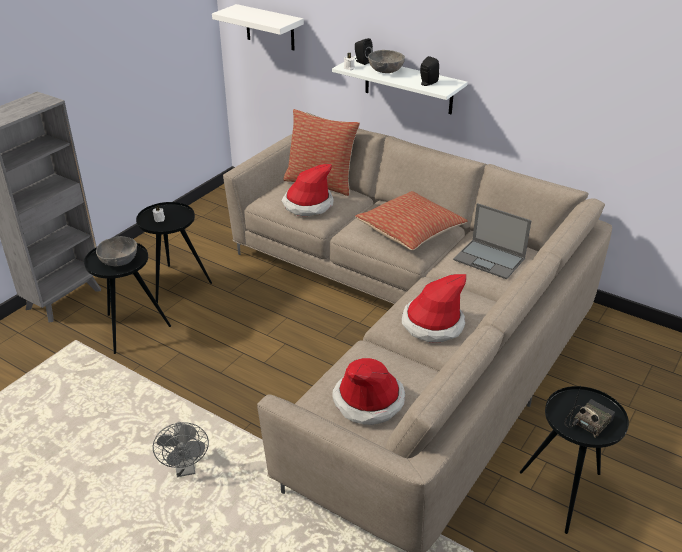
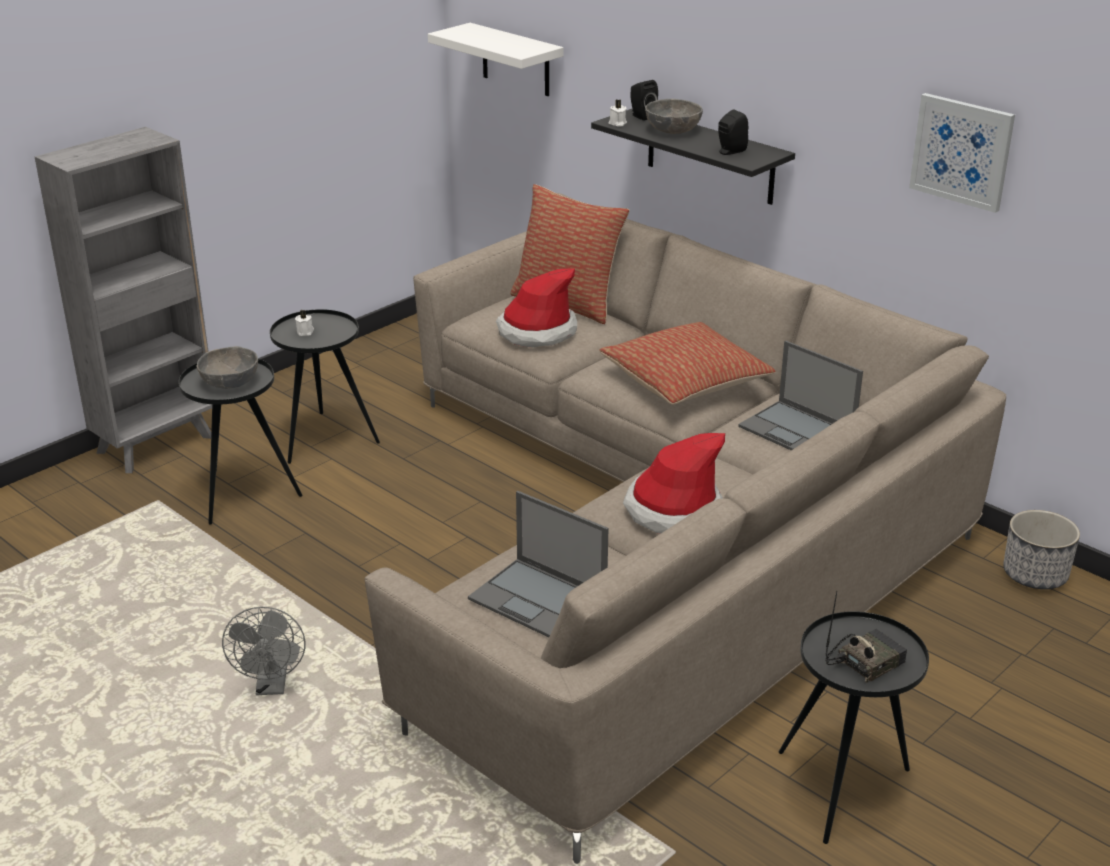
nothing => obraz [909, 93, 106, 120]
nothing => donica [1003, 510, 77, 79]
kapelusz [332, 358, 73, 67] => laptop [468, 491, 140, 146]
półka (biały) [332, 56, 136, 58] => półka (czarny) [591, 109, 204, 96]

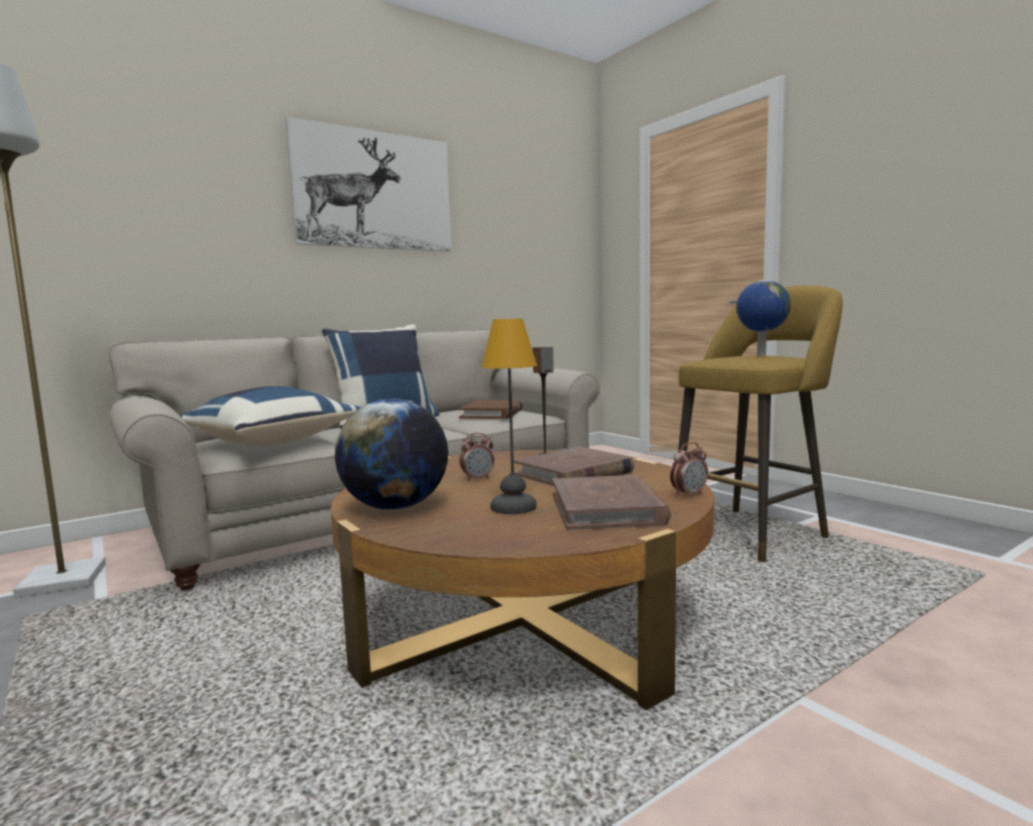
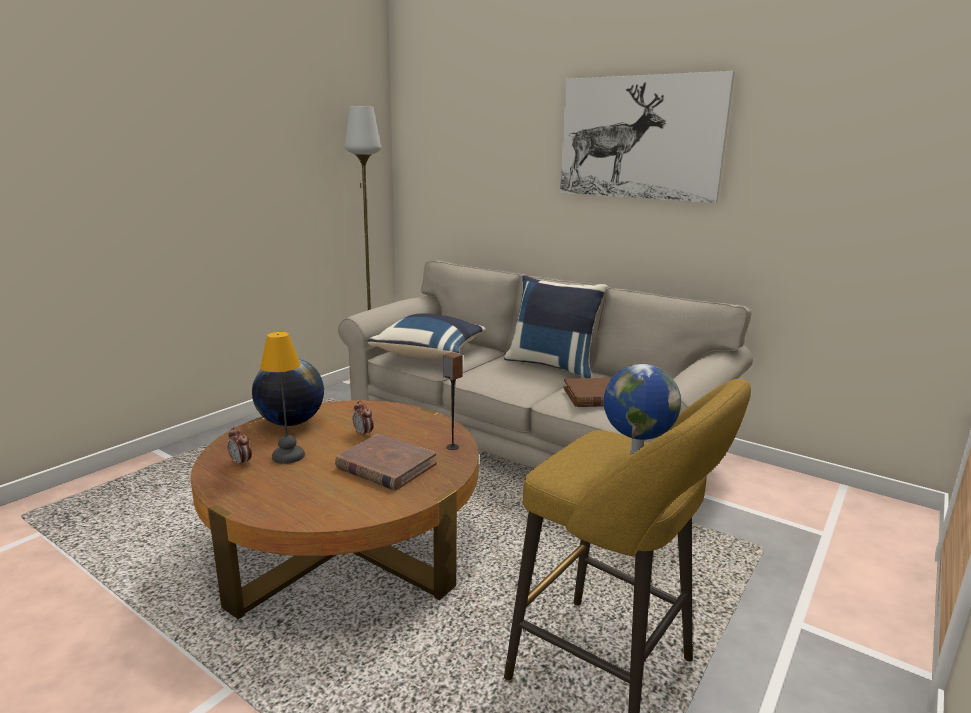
książka (brązowy) [553, 475, 118, 55] => nothing
budzik [670, 442, 38, 56] => budzik [227, 427, 25, 40], move

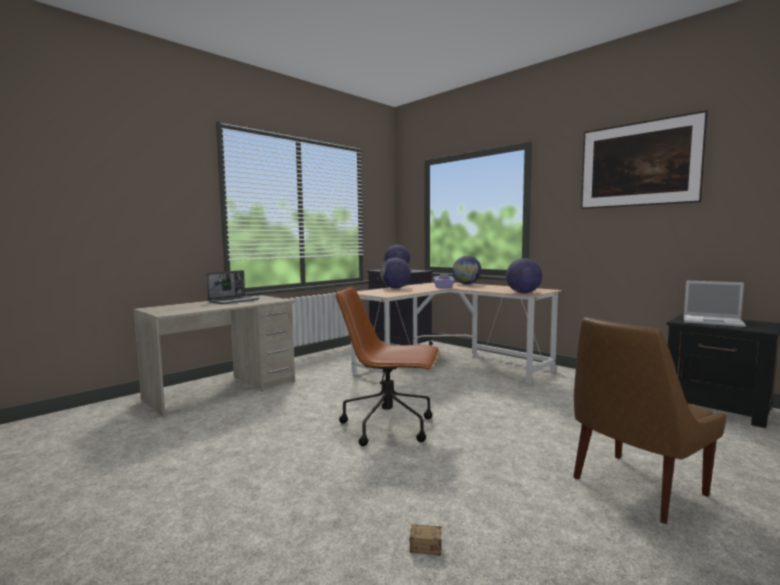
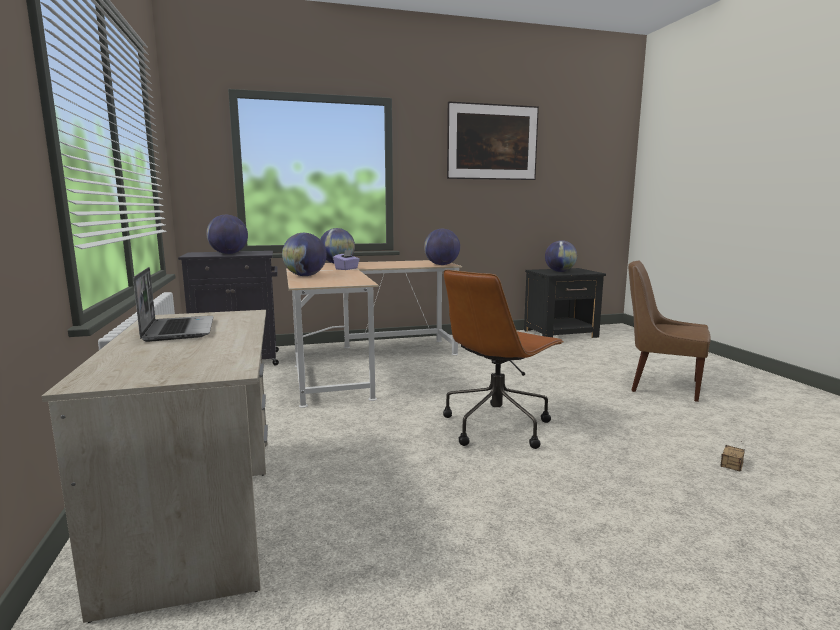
laptop [684, 281, 62, 46] => globus [545, 240, 32, 32]
krzesło (brązowy) [573, 317, 154, 207] => krzesło (brązowy) [628, 261, 83, 141], 120 degrees clockwise

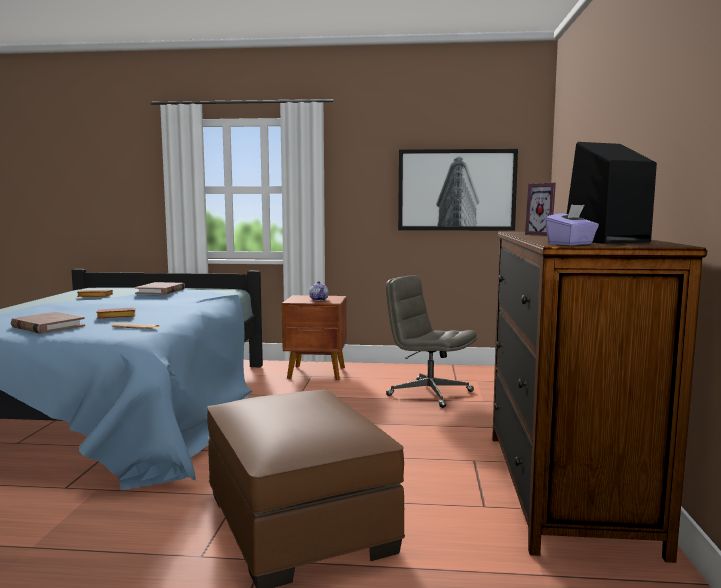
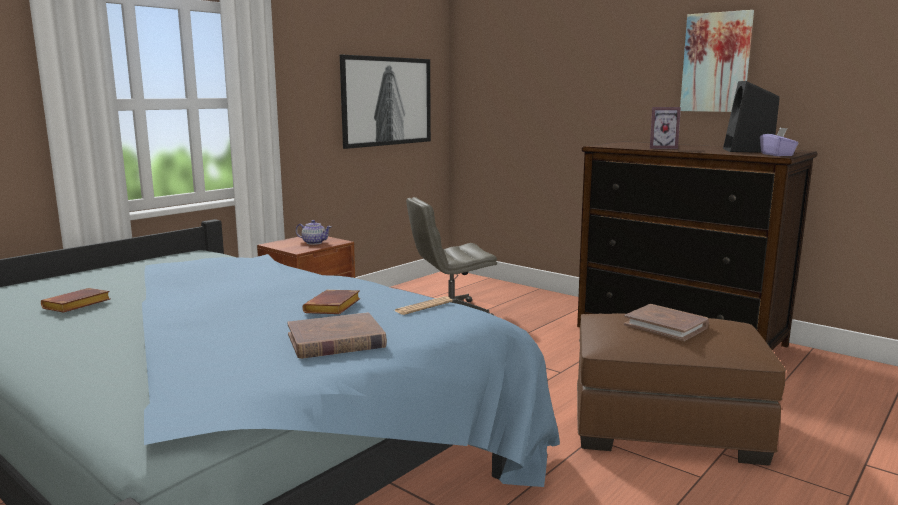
nothing => obraz [680, 10, 74, 102]
książka (brązowy) [135, 282, 50, 13] => książka (brązowy) [624, 304, 85, 37], move

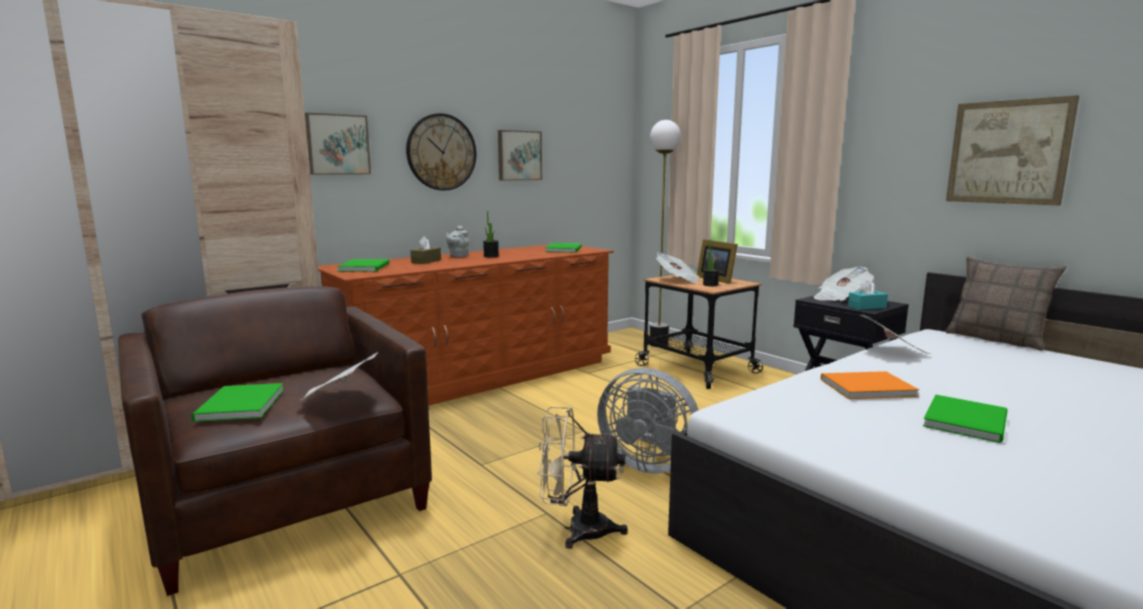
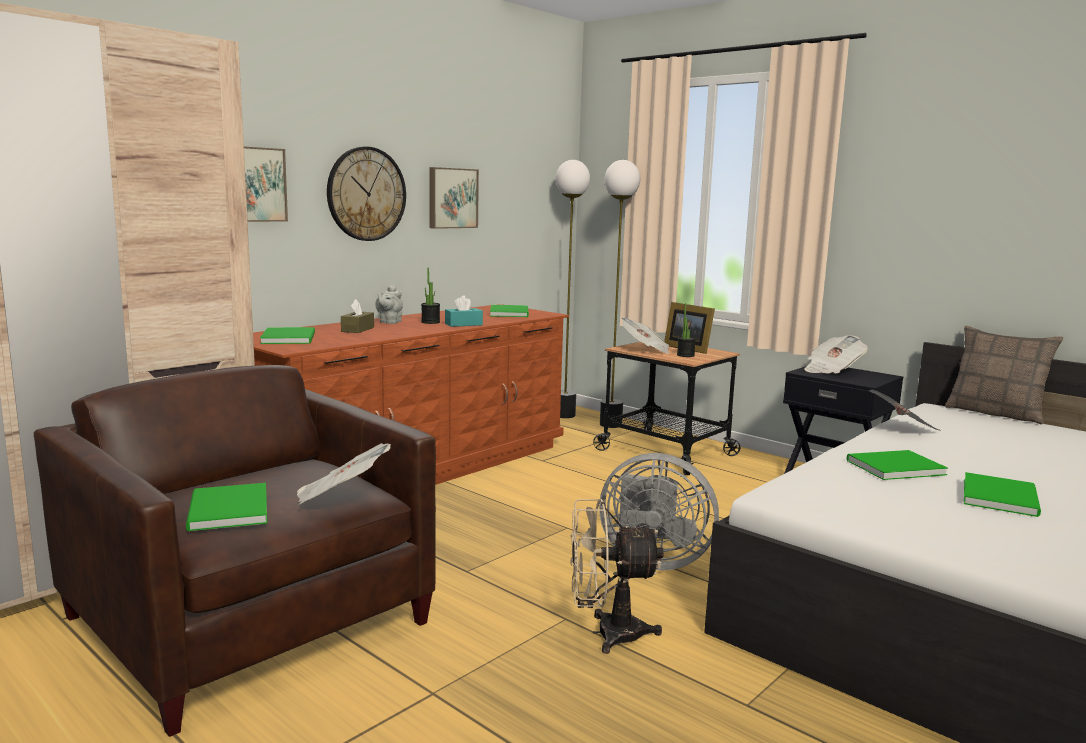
obraz [946, 95, 133, 110] => nothing
nothing => lampa stojąca [556, 160, 34, 258]
pudełko chusteczek (turkusowy) [848, 279, 40, 31] => pudełko chusteczek (turkusowy) [445, 295, 38, 32], move
książka (pomarańczowy) [821, 371, 98, 28] => książka (zielony) [847, 450, 101, 30]

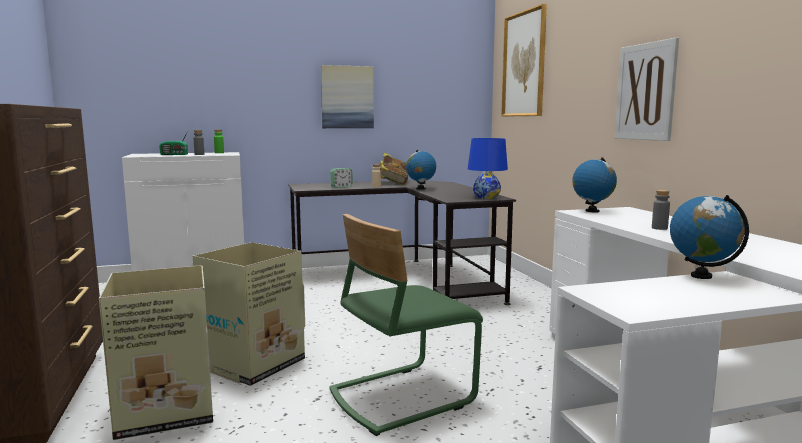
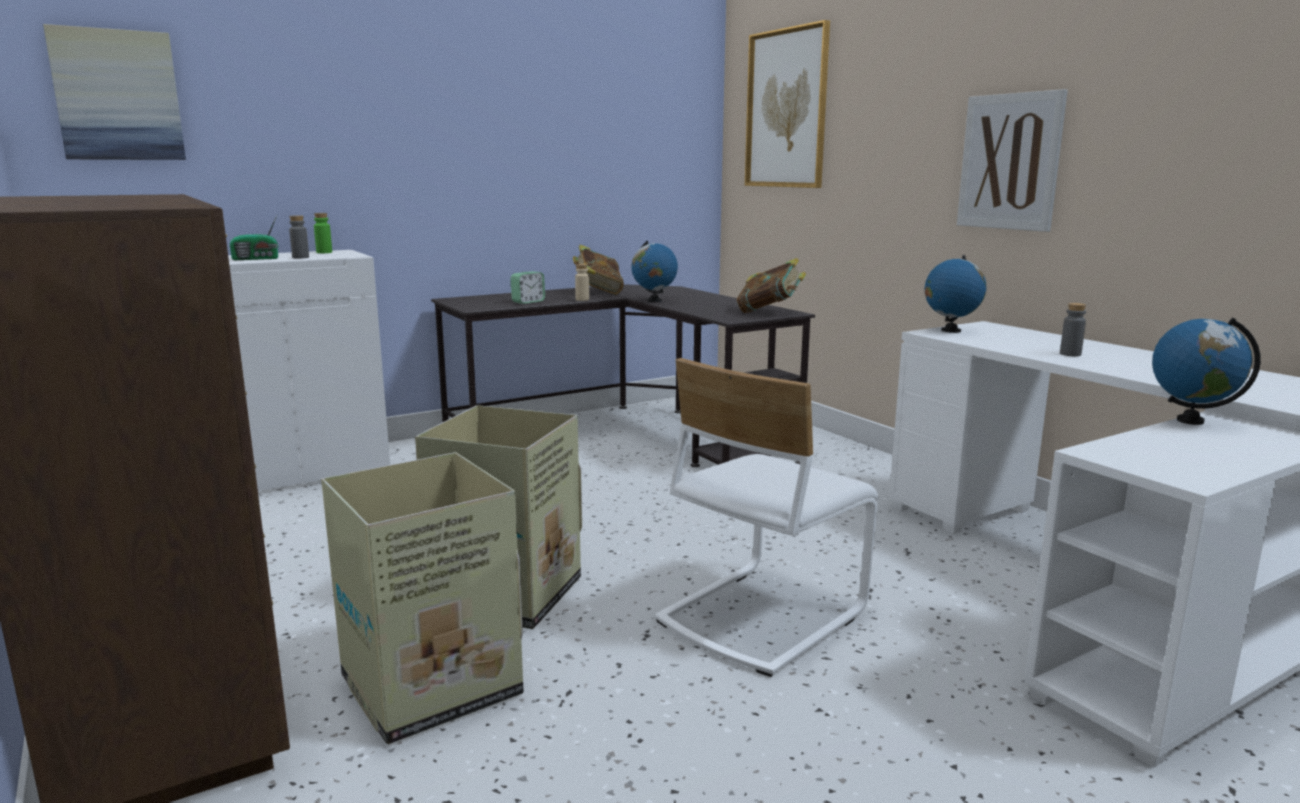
obraz [321, 65, 53, 63] => obraz [43, 24, 143, 136], move
lampa stołowa (niebieski) [468, 138, 40, 61] => książka [737, 258, 69, 55]
krzesło (zielony) [329, 214, 154, 222] => krzesło (biały) [655, 358, 224, 319]

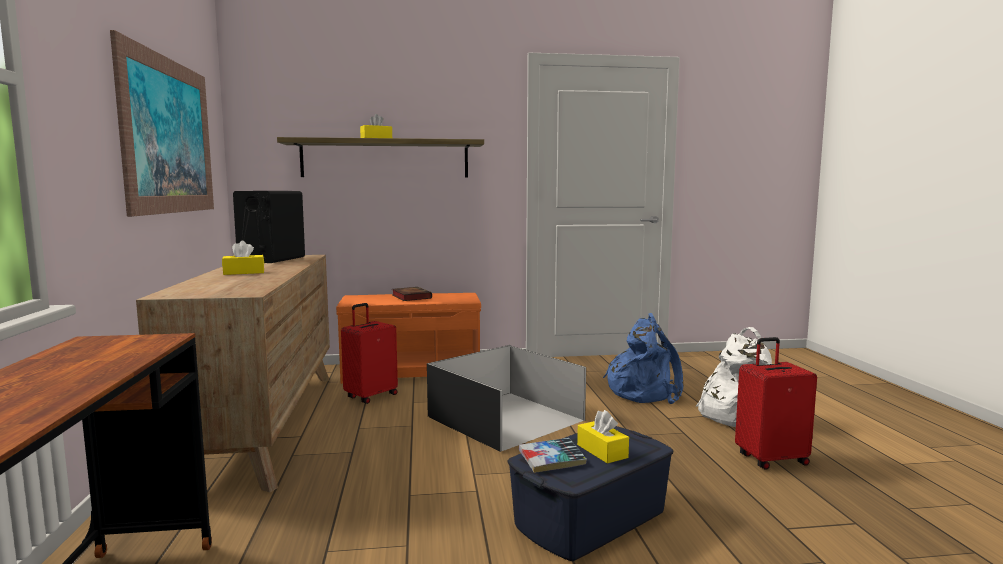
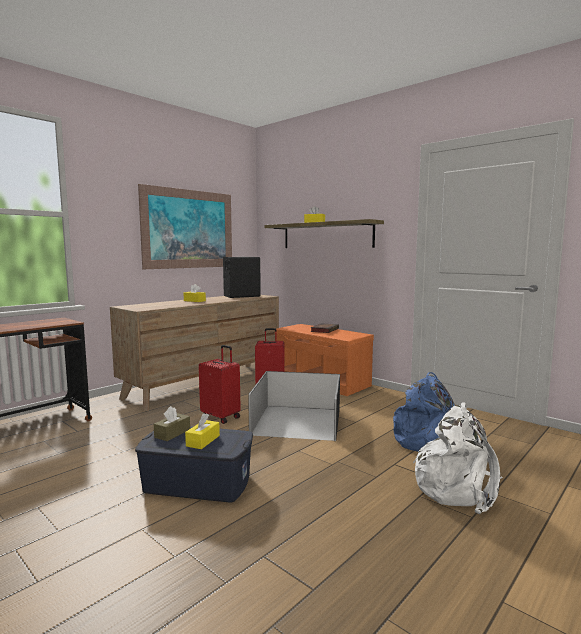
walizka (czerwony) [735, 337, 82, 133] => walizka (czerwony) [199, 345, 42, 79], move
książka [519, 438, 68, 35] => pudełko chusteczek (brązowy) [154, 406, 36, 35]

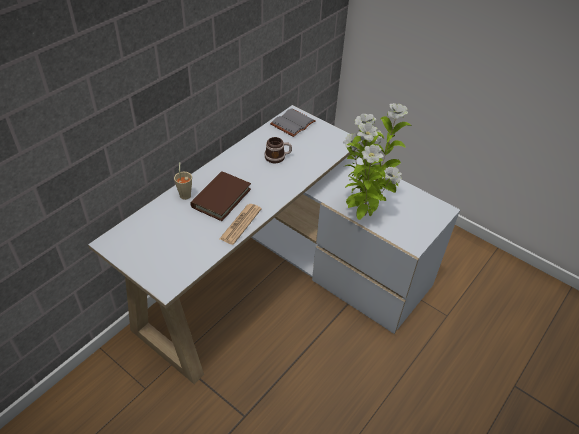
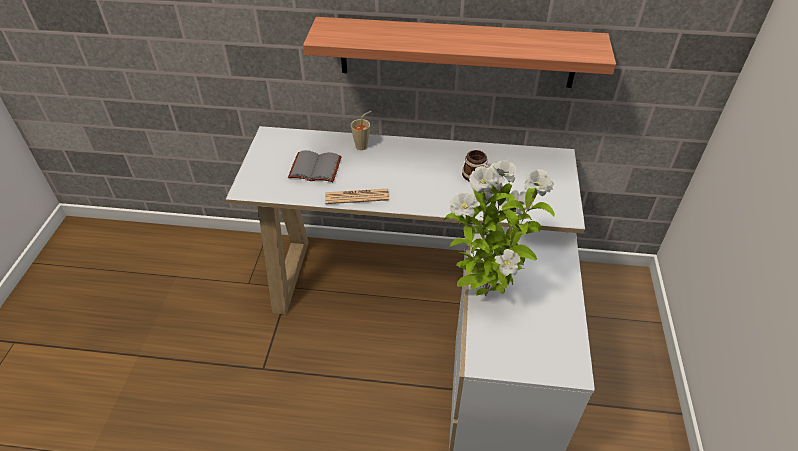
książka (brązowy) [190, 171, 61, 50] => nothing
nothing => półka [303, 17, 313, 71]
książka (szary) [270, 108, 45, 29] => książka (szary) [288, 150, 54, 32], move

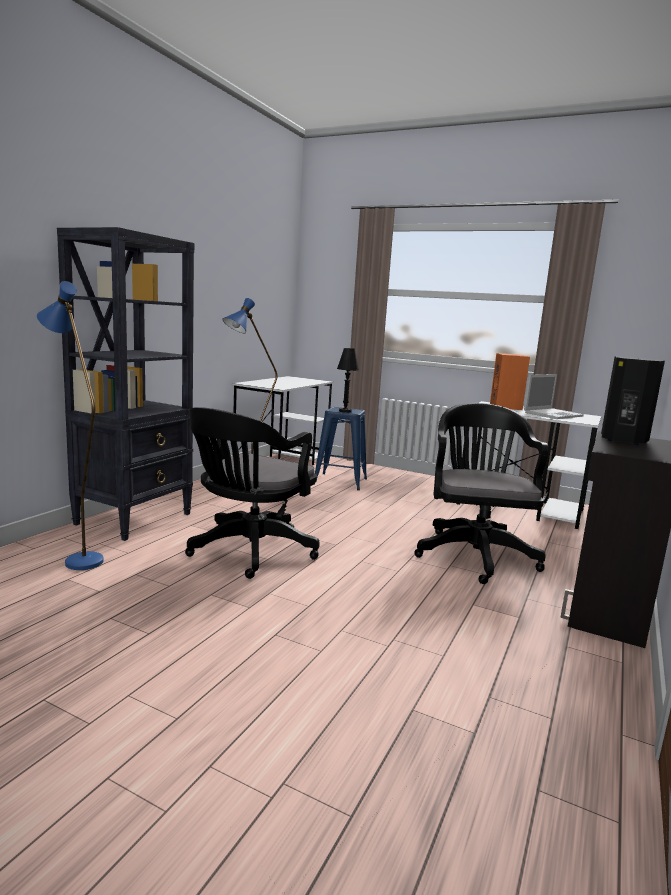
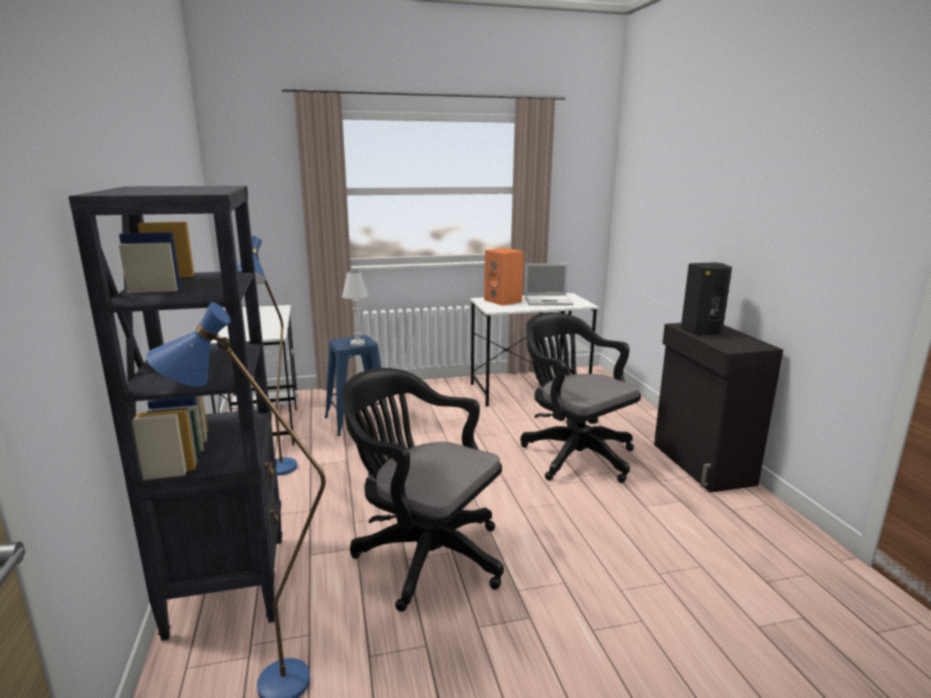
lampa stołowa (czarny) [337, 348, 22, 65] => lampa stołowa (biały) [342, 271, 26, 75]
krzesło biurowe (czarny) [185, 407, 135, 172] => krzesło biurowe (czarny) [342, 368, 162, 244], 135 degrees clockwise
laptop [524, 374, 60, 45] => laptop [524, 263, 49, 42], 75 degrees clockwise

